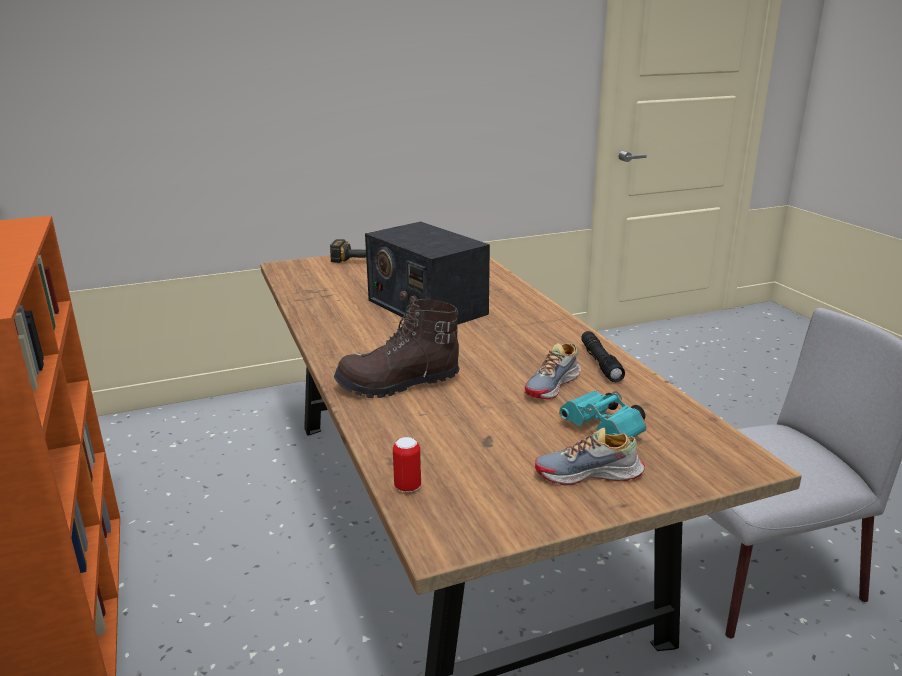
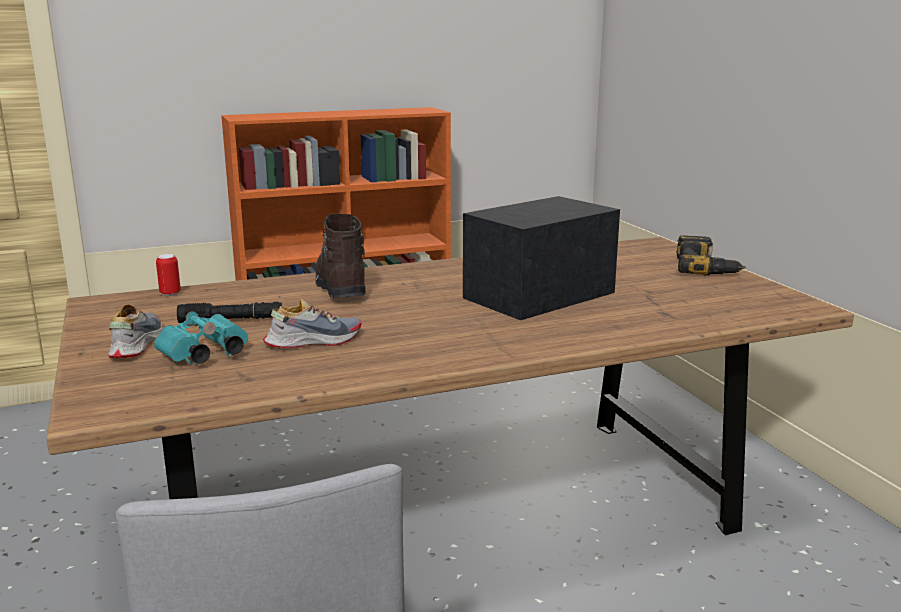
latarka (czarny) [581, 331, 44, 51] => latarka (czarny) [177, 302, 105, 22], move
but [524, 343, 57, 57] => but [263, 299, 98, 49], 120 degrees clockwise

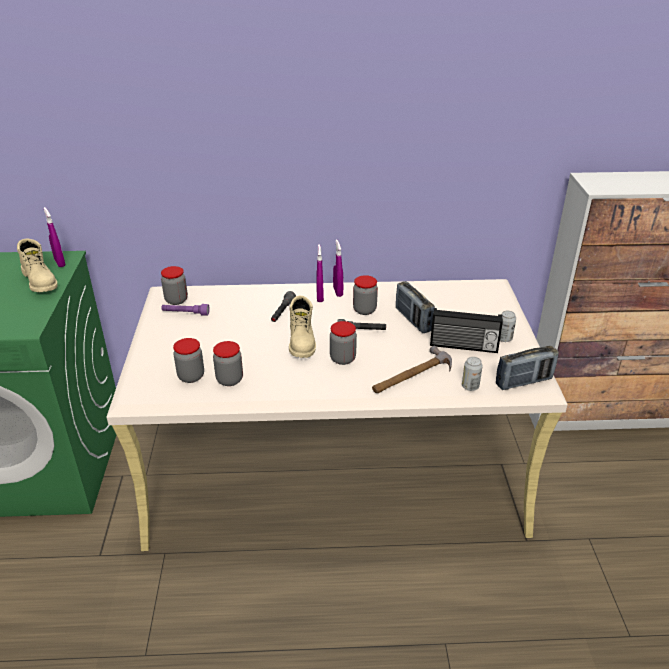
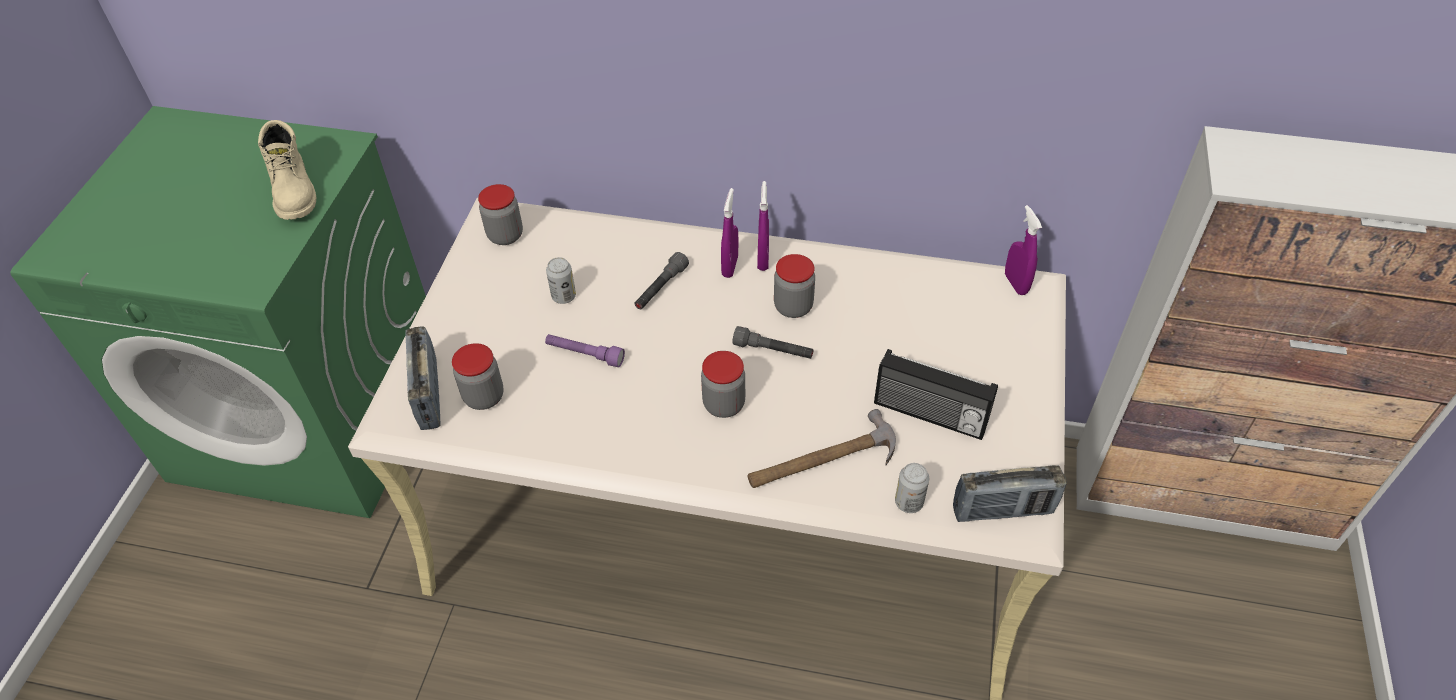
słoik [213, 341, 30, 45] => nothing
but z cholewką (beżowy) [289, 296, 27, 62] => nothing
spryskiwacz (fioletowy) [44, 207, 22, 60] => spryskiwacz (fioletowy) [1005, 205, 37, 90], move
latarka (fioletowy) [161, 304, 49, 11] => latarka (fioletowy) [545, 334, 80, 33], move
radio [396, 281, 39, 52] => radio [405, 327, 35, 103], move
puszka [500, 311, 16, 31] => puszka [546, 257, 30, 47], move

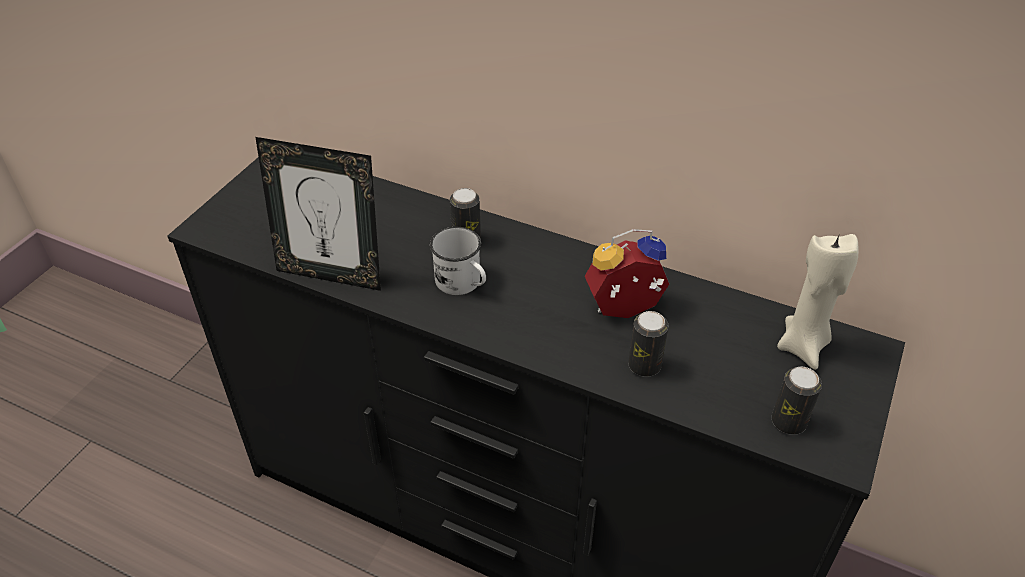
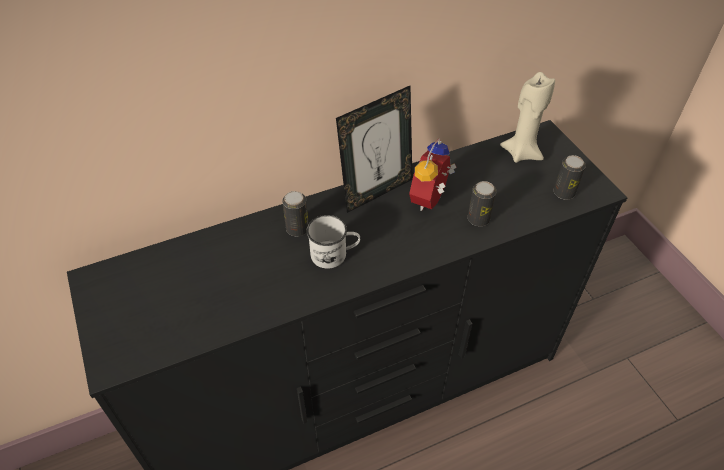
ramka na zdjęcie [255, 137, 126, 154] => ramka na zdjęcie [336, 86, 77, 127], move

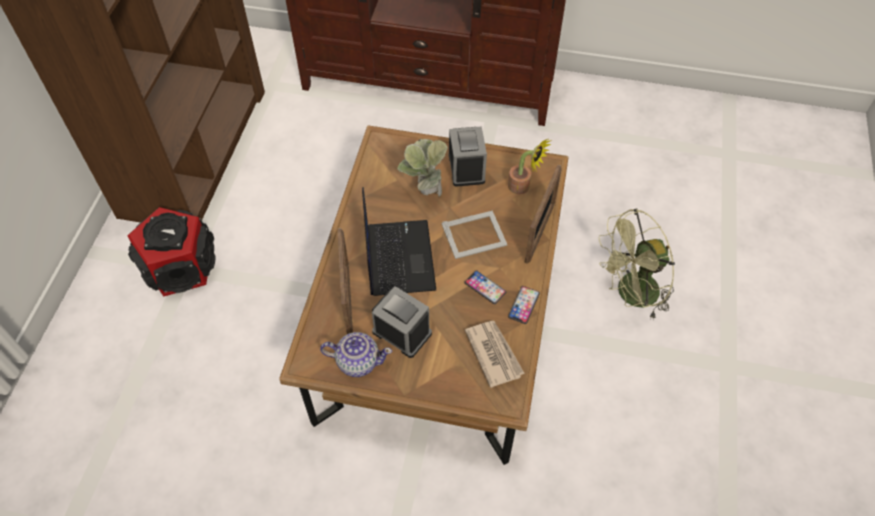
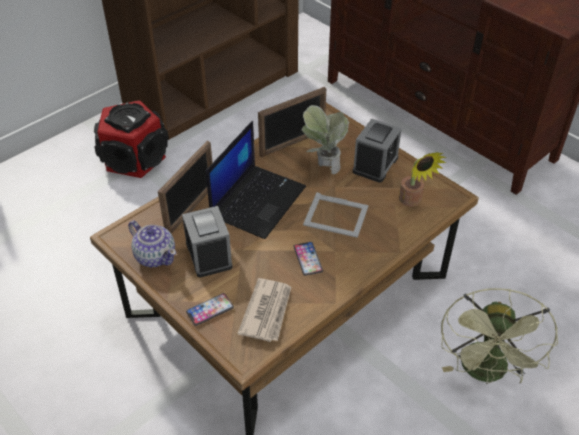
telefon [508, 286, 32, 38] => telefon [186, 293, 48, 33], move
ramka na zdjęcie [524, 165, 38, 99] => ramka na zdjęcie [258, 87, 68, 71], move
wentylator (zielony) [599, 209, 76, 112] => wentylator (zielony) [441, 288, 117, 96], 90 degrees counterclockwise

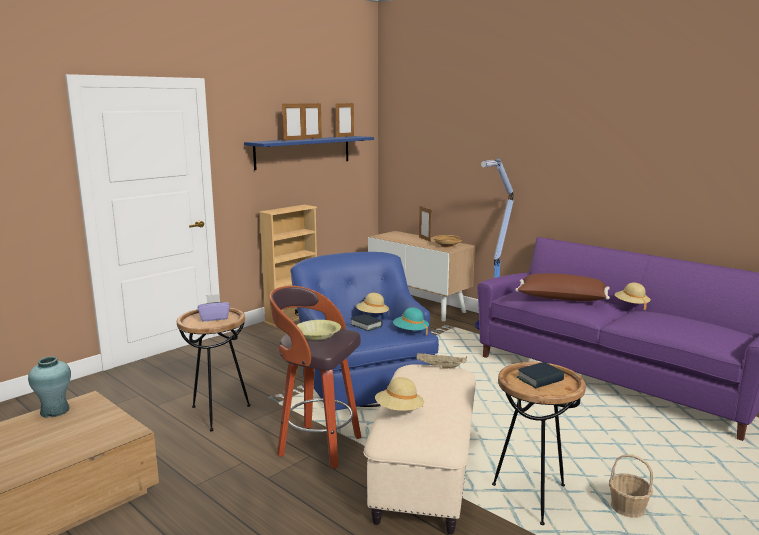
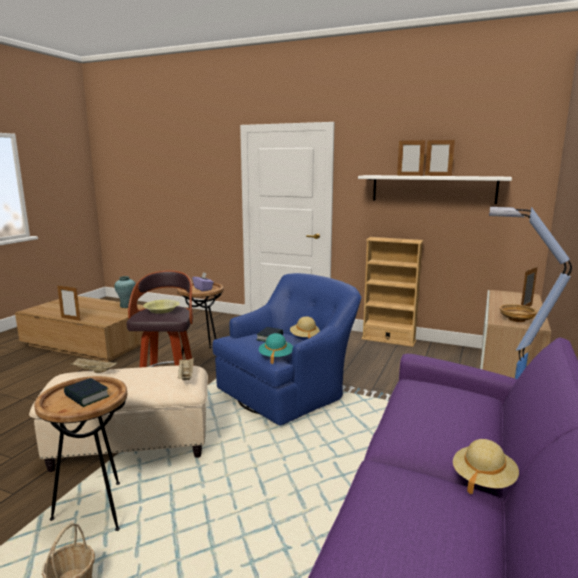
poduszka (brązowy) [515, 273, 95, 28] => nothing
ramka na zdjęcie [336, 102, 18, 35] => ramka na zdjęcie [57, 285, 24, 36], move
kapelusz (beżowy) [375, 377, 49, 34] => taca (beżowy) [70, 358, 47, 15]
półka (niebieski) [244, 136, 130, 34] => półka (biały) [358, 175, 154, 29]

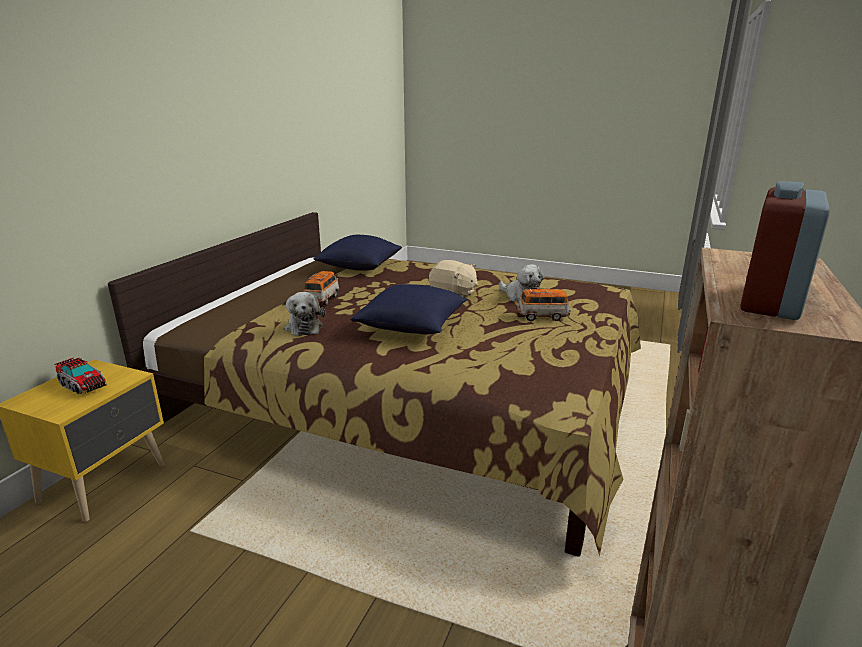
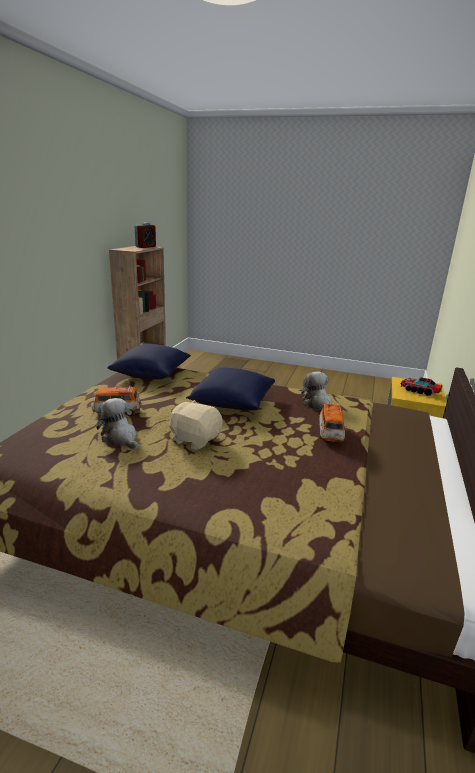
poduszka (niebieski) [314, 235, 88, 36] => poduszka (niebieski) [107, 344, 84, 36], move

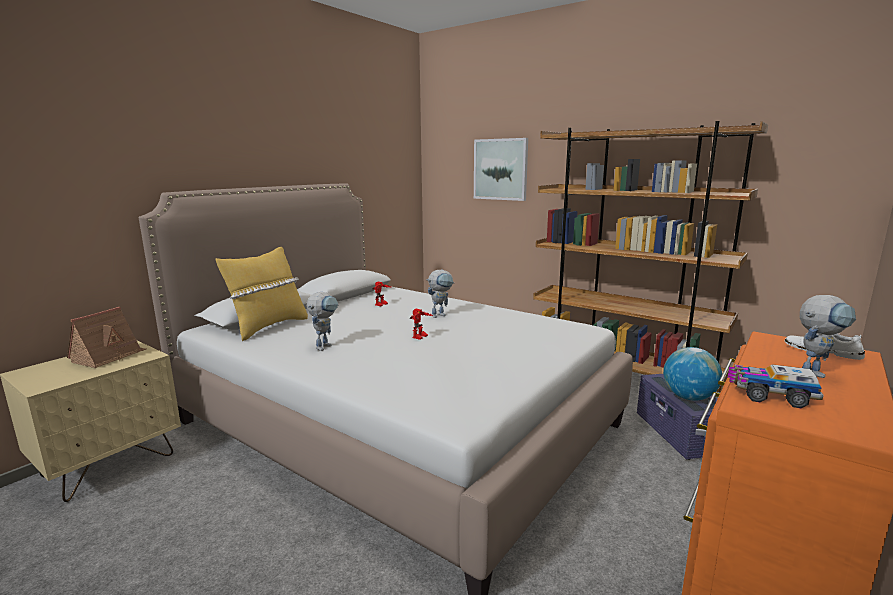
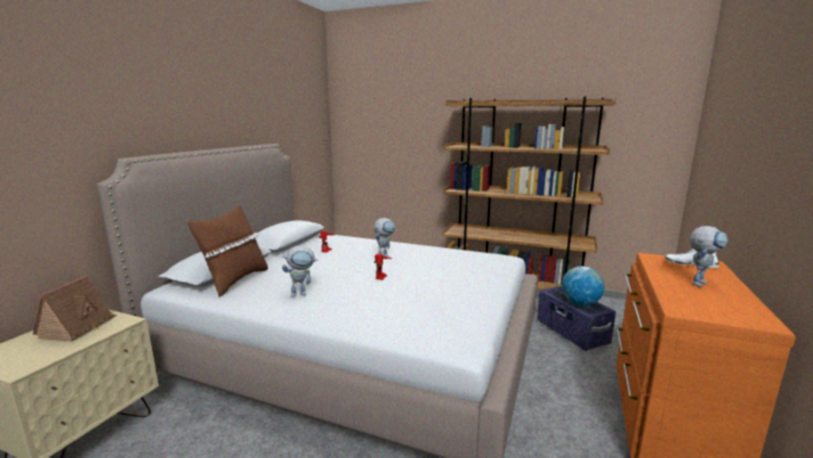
obraz [474, 138, 54, 63] => nothing
ciężarówka zabawkowa [728, 364, 96, 44] => nothing
poduszka (żółty) [216, 247, 92, 94] => poduszka (brązowy) [188, 205, 80, 92]
robot zabawkowy [307, 292, 31, 59] => robot zabawkowy [282, 246, 36, 51], 60 degrees clockwise

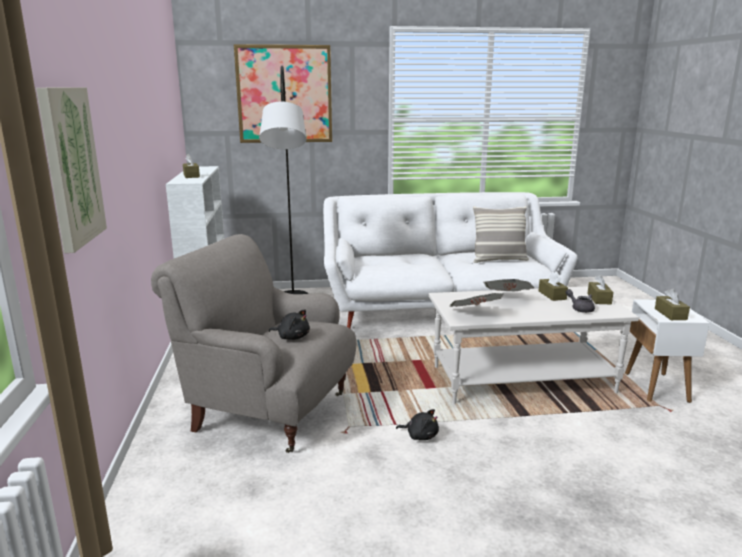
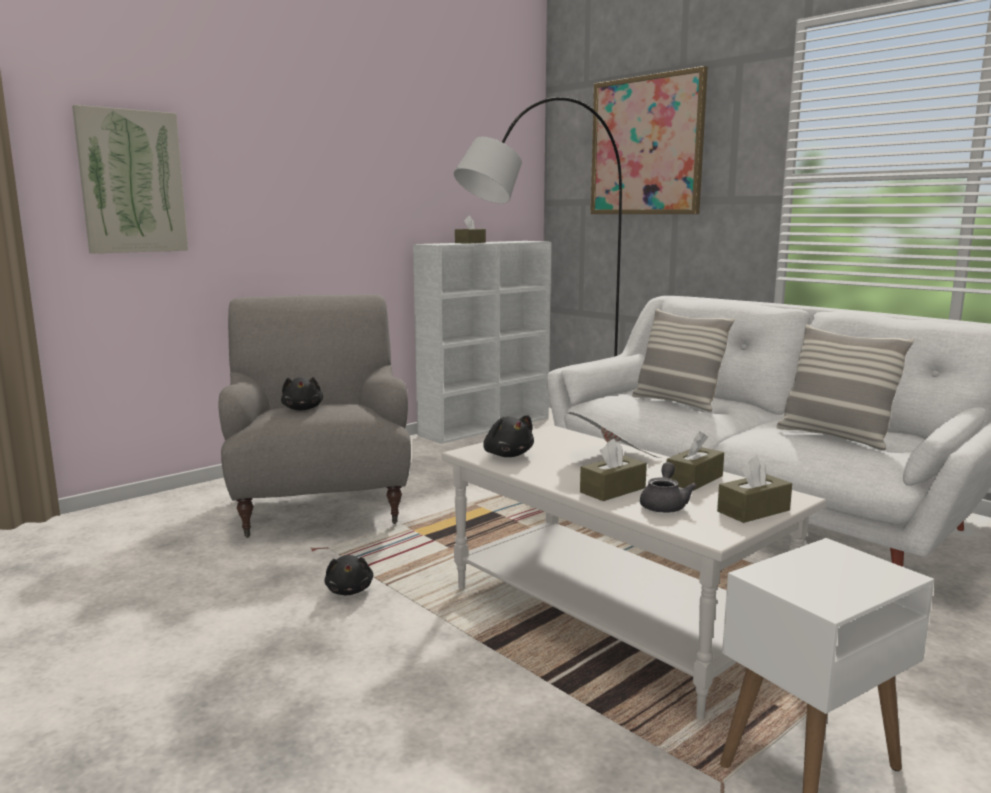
nothing => poduszka [632, 308, 103, 104]
pudełko chusteczek (brązowy) [655, 288, 35, 32] => pudełko chusteczek (brązowy) [580, 439, 67, 62], move
gazeta [449, 293, 55, 14] => pluszak (czarny) [483, 415, 51, 42]

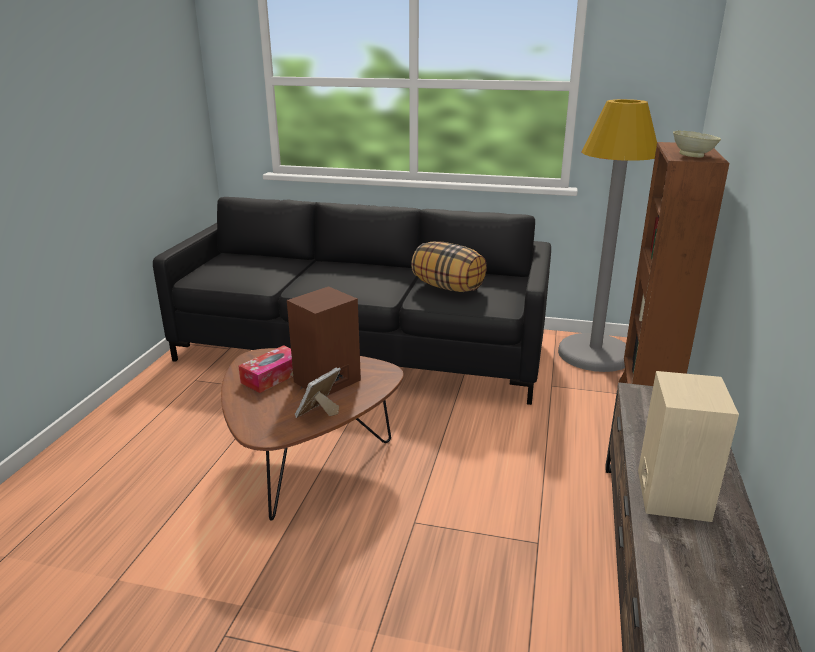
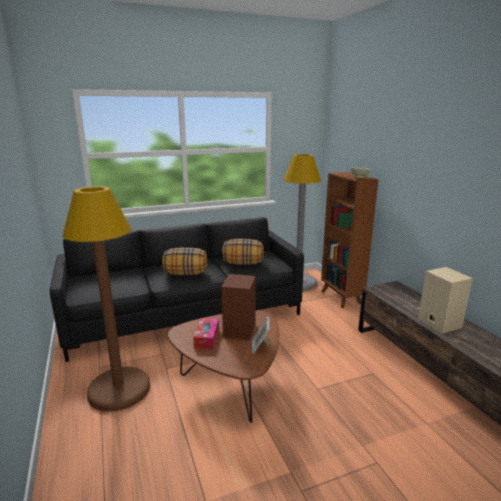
nothing => lampa stojąca (brązowy) [62, 186, 88, 226]
nothing => poduszka [162, 248, 46, 27]

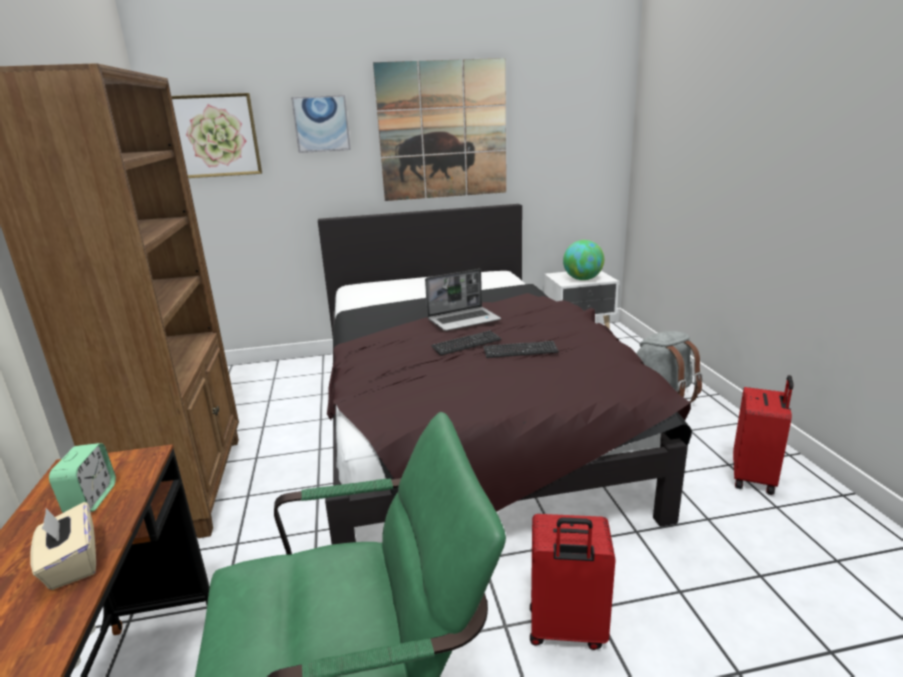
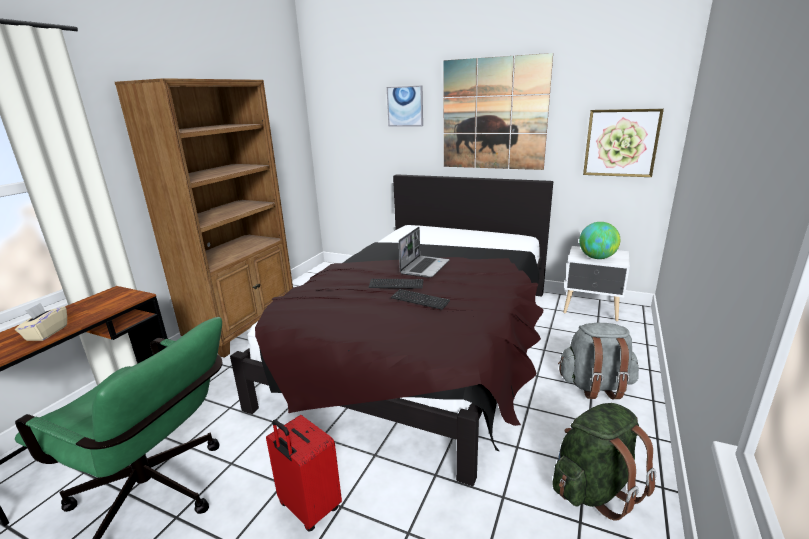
budzik [49, 443, 67, 70] => nothing
obraz [171, 93, 91, 85] => obraz [583, 109, 81, 68], move
walizka (czerwony) [733, 375, 61, 120] => plecak (zielony) [553, 403, 103, 118]
laptop [425, 269, 76, 62] => laptop [399, 227, 50, 51], 75 degrees counterclockwise

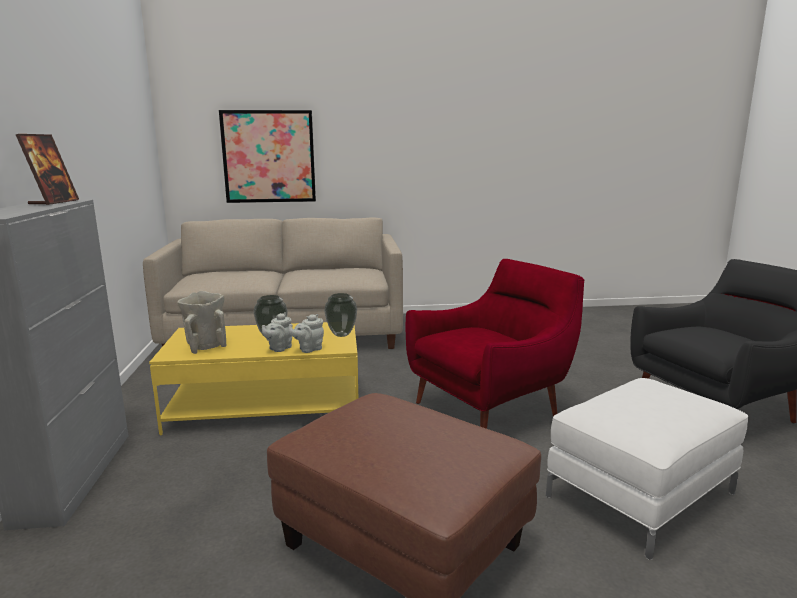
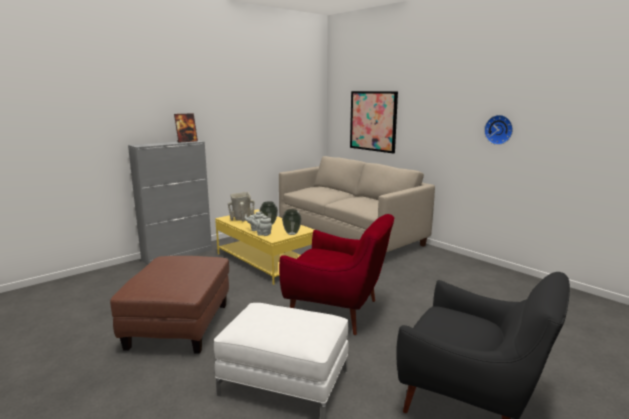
nothing => zegar ścienny [484, 115, 29, 30]

